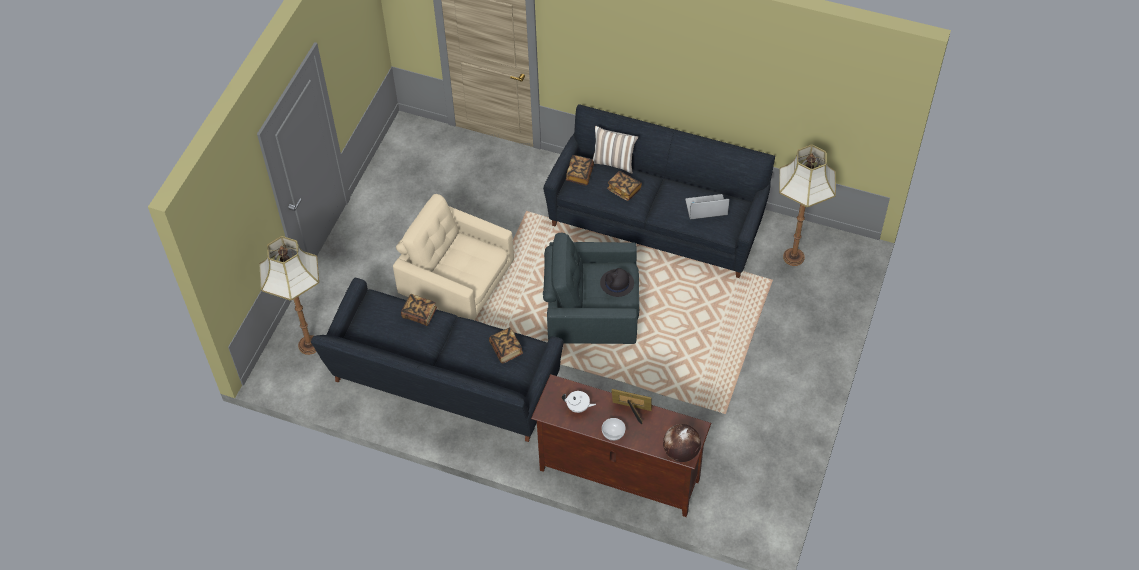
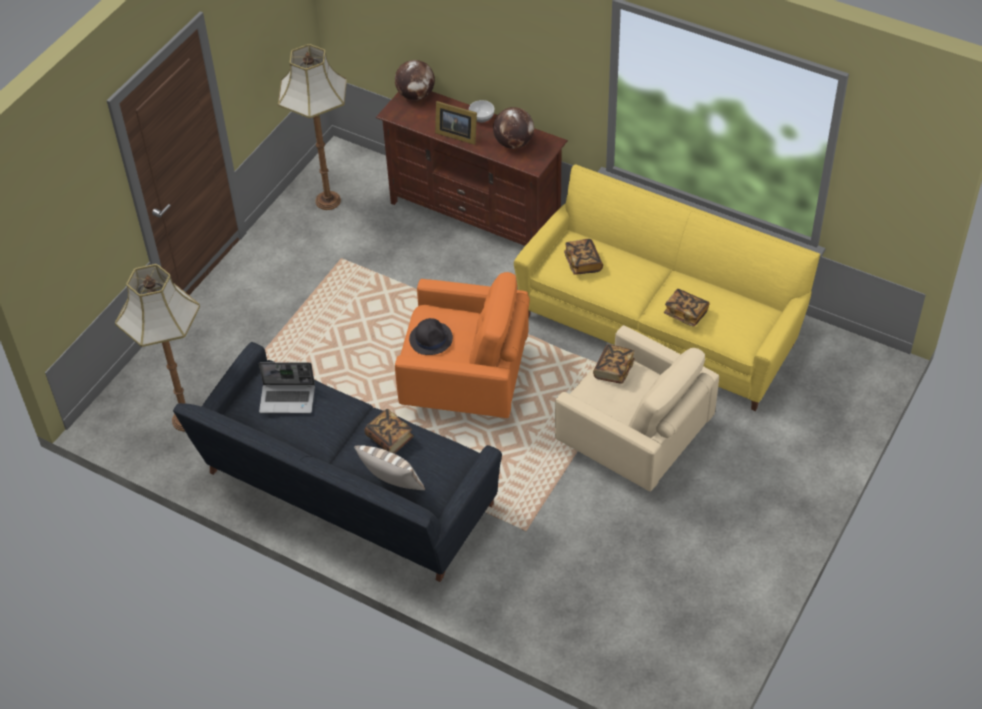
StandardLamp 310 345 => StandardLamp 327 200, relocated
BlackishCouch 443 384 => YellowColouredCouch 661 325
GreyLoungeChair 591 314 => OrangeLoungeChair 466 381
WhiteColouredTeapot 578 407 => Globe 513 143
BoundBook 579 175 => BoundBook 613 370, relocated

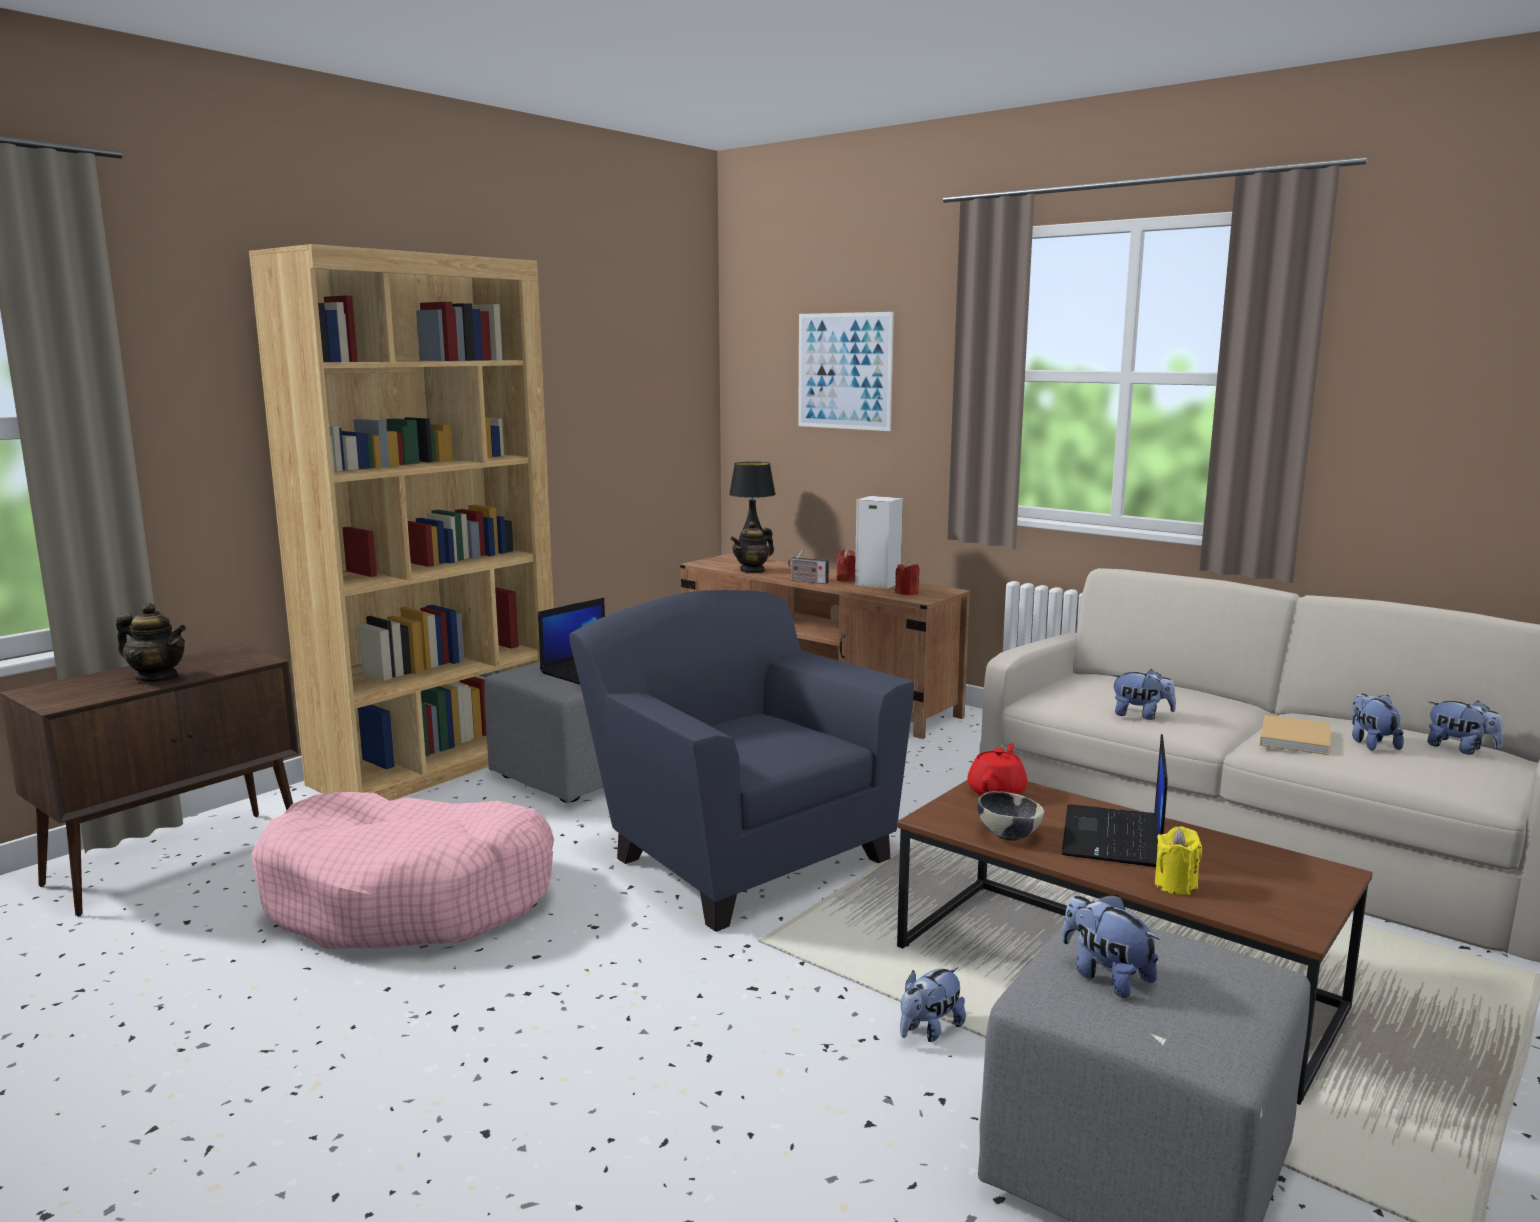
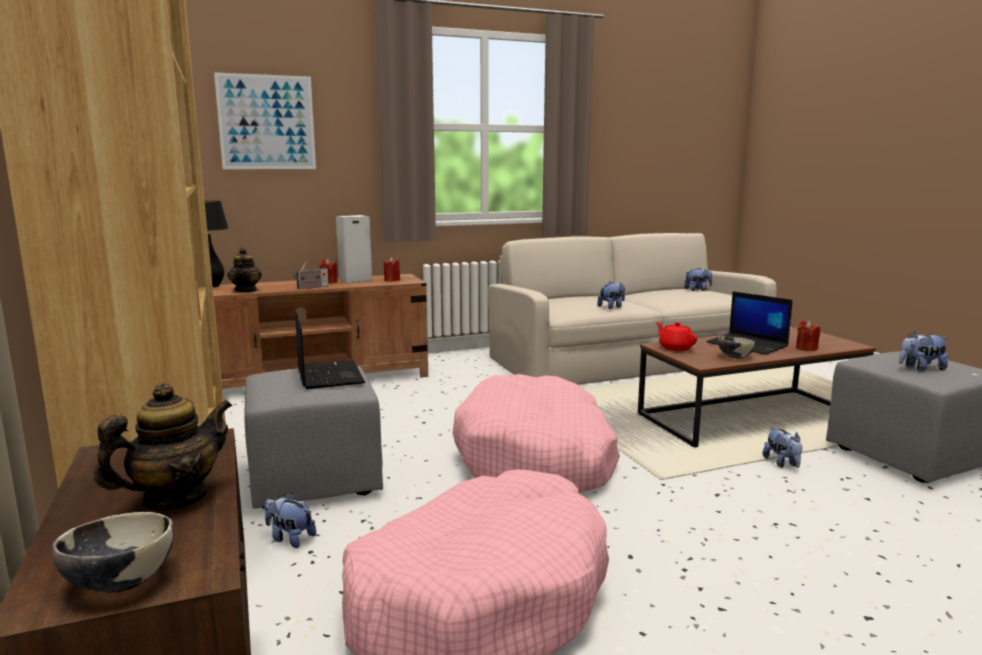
BlueColouredLoungeChair 740 855 => PinkishPetBed 536 458
YellowColouredWaxLight 1175 885 => ReddishWaxLight 806 348
SandColouredBoundBook 1295 737 => nothing
CuddlyToy 1371 744 => CuddlyToy 289 538, relocated
nothing => ServingBowl 120 583

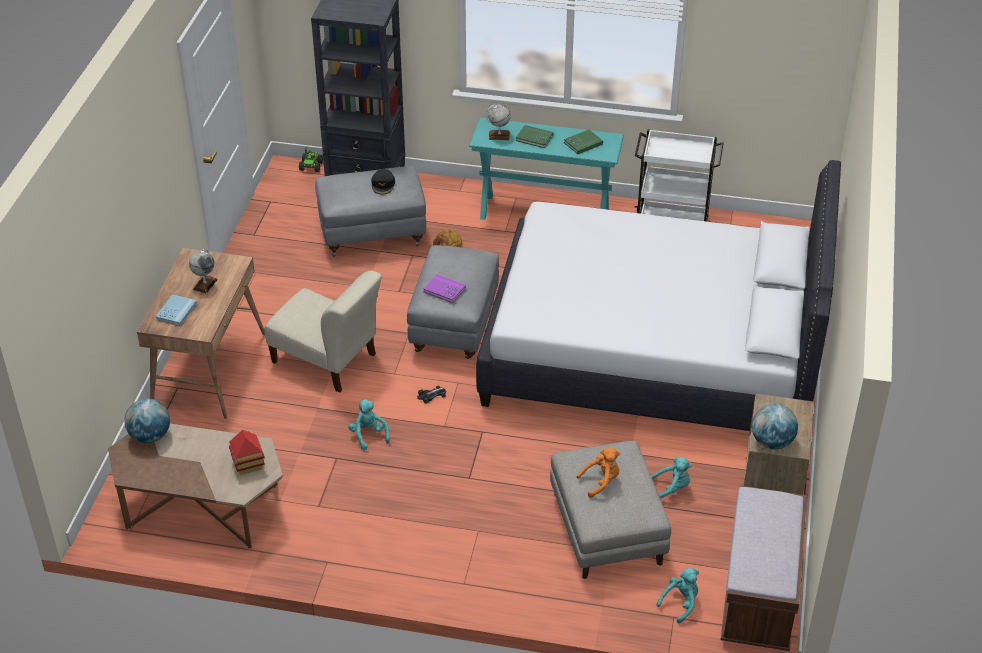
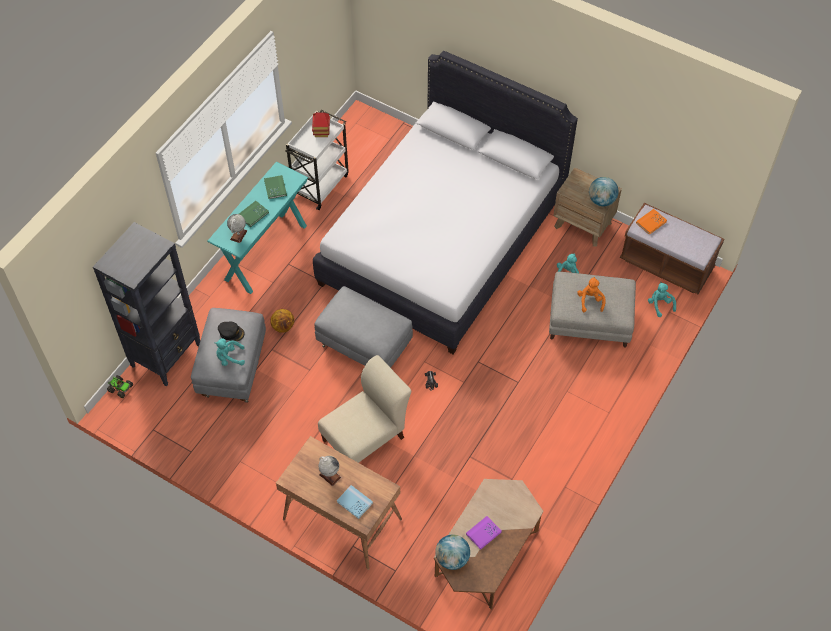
ModelHouse 248 465 => ModelHouse 321 132, relocated
BlueGreenCuddlyToy 368 435 => BlueGreenCuddlyToy 229 358, relocated
PurplishBoundBook 444 290 => PurplishBoundBook 483 533, relocated
nothing => OrangeBoundBook 651 222

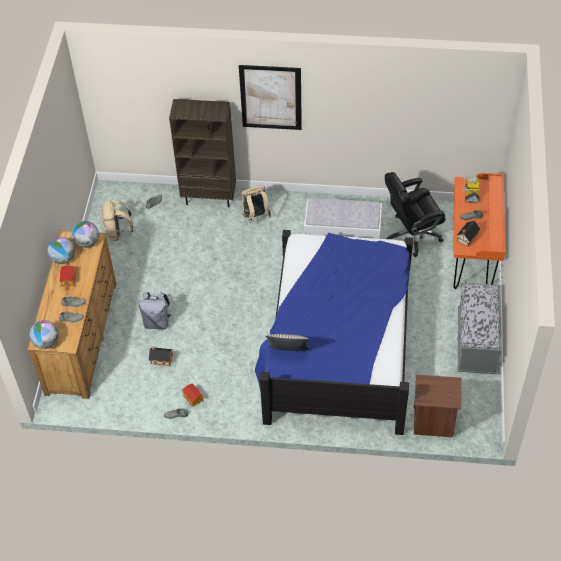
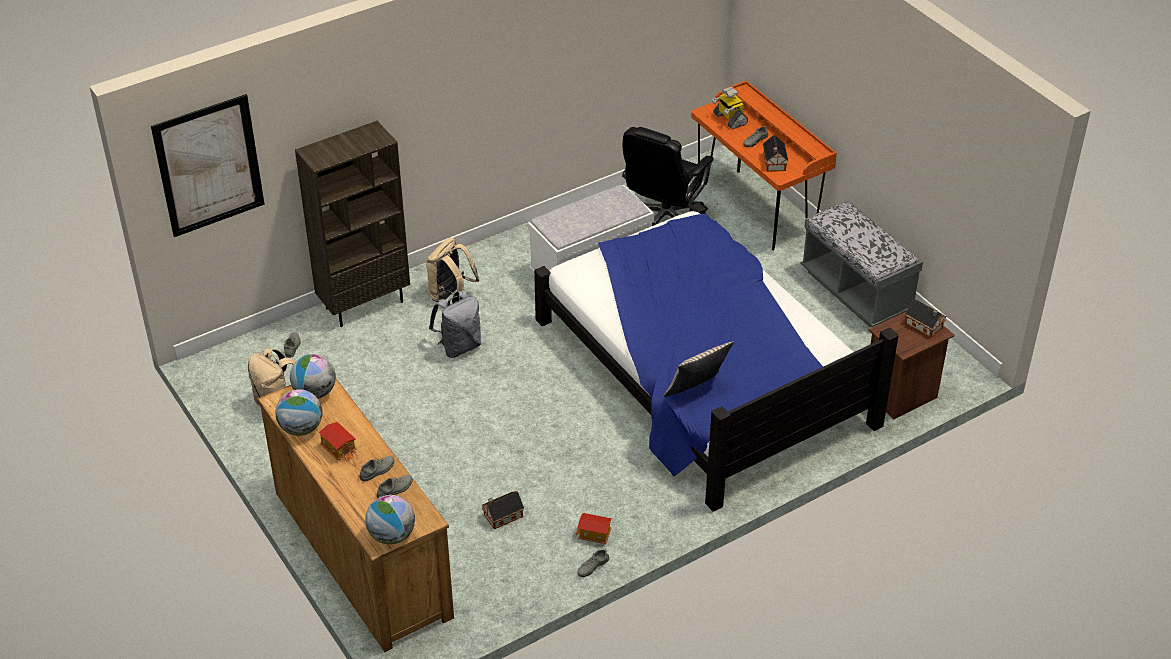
GreyRucksack 157 322 => GreyRucksack 459 346, relocated
Picture 271 97 => Picture 209 166, relocated
nothing => ModelHouse 924 326

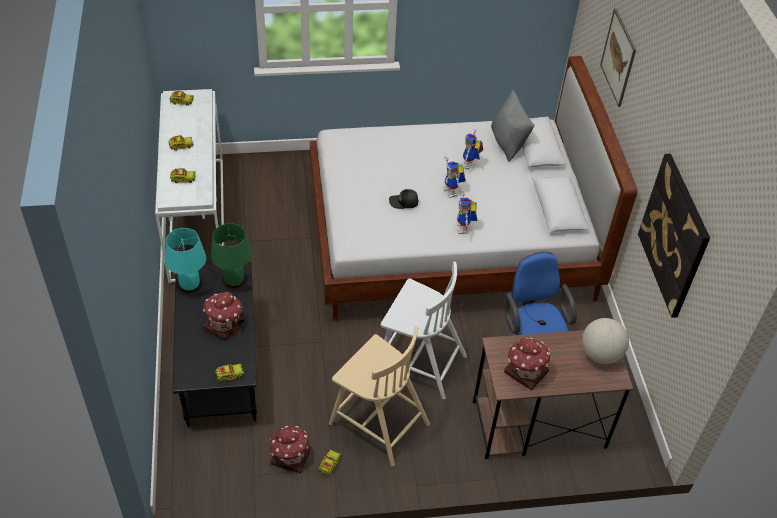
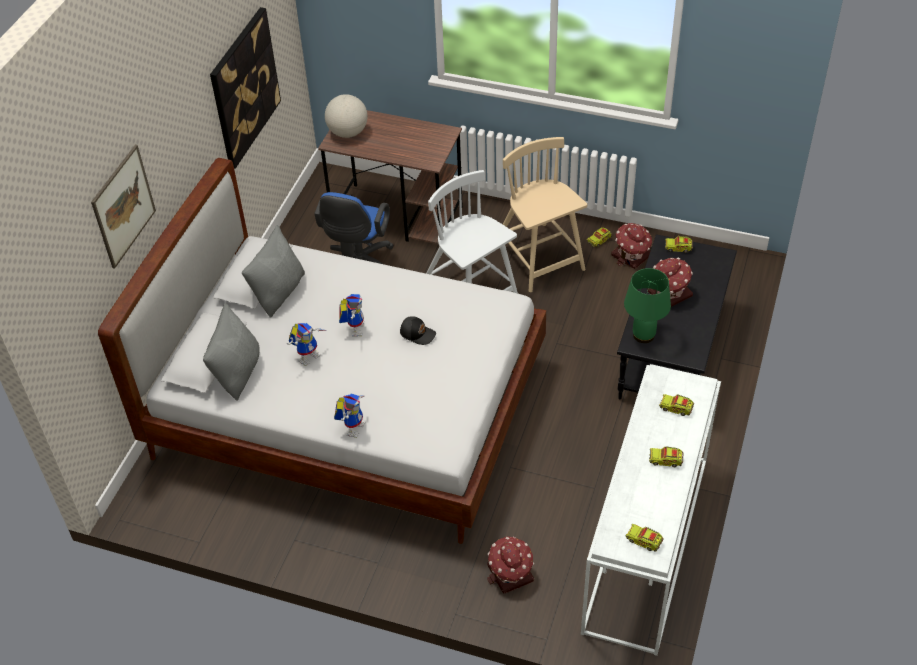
BlueGreenTabletopLamp 190 285 => nothing
RobotFigure 464 229 => RobotFigure 353 426, relocated
ModelHouse 525 371 => ModelHouse 510 574, relocated
nothing => GreyPillow 279 292

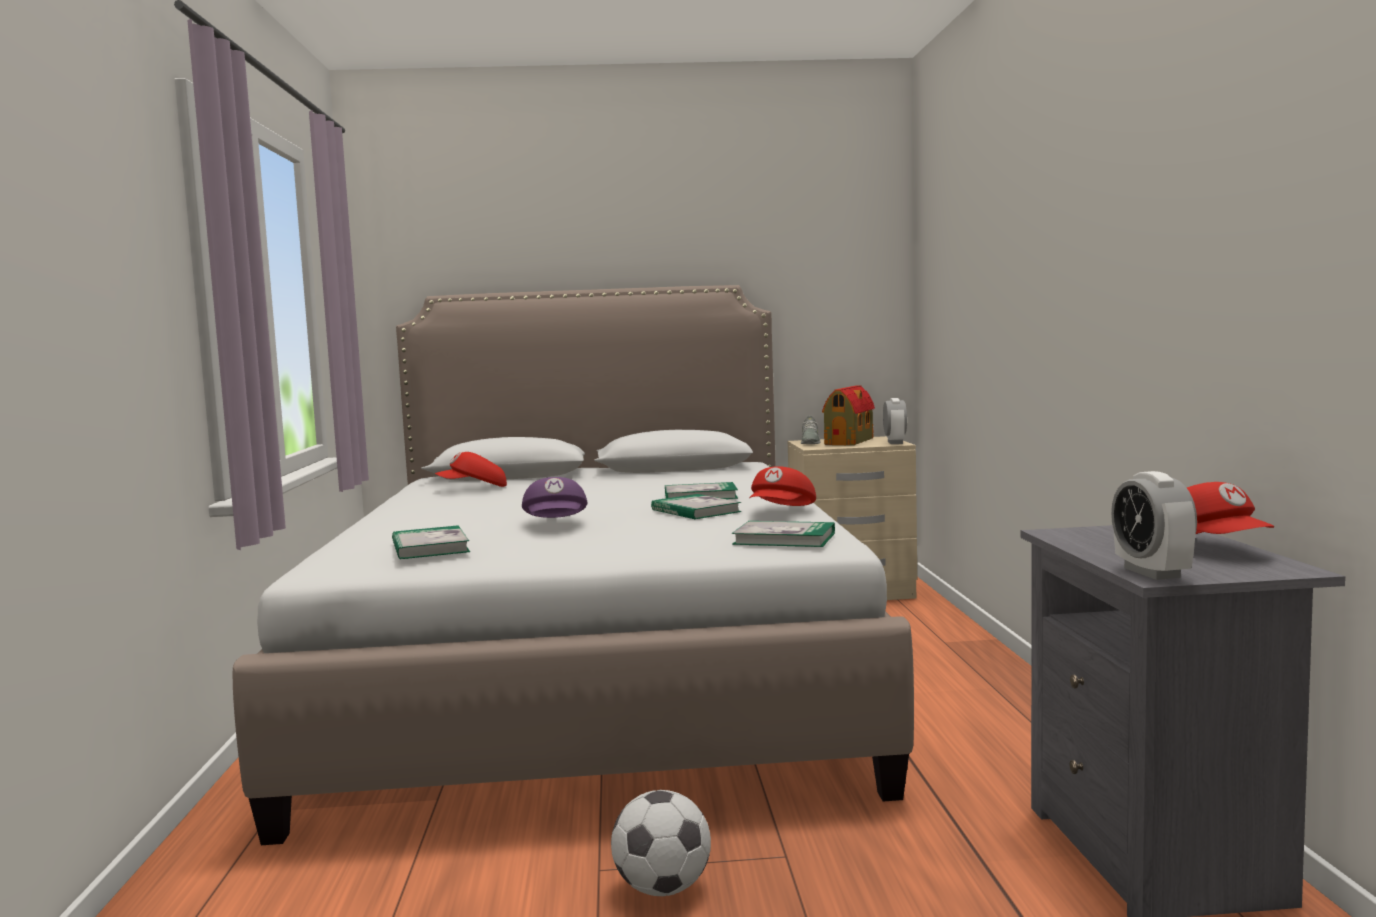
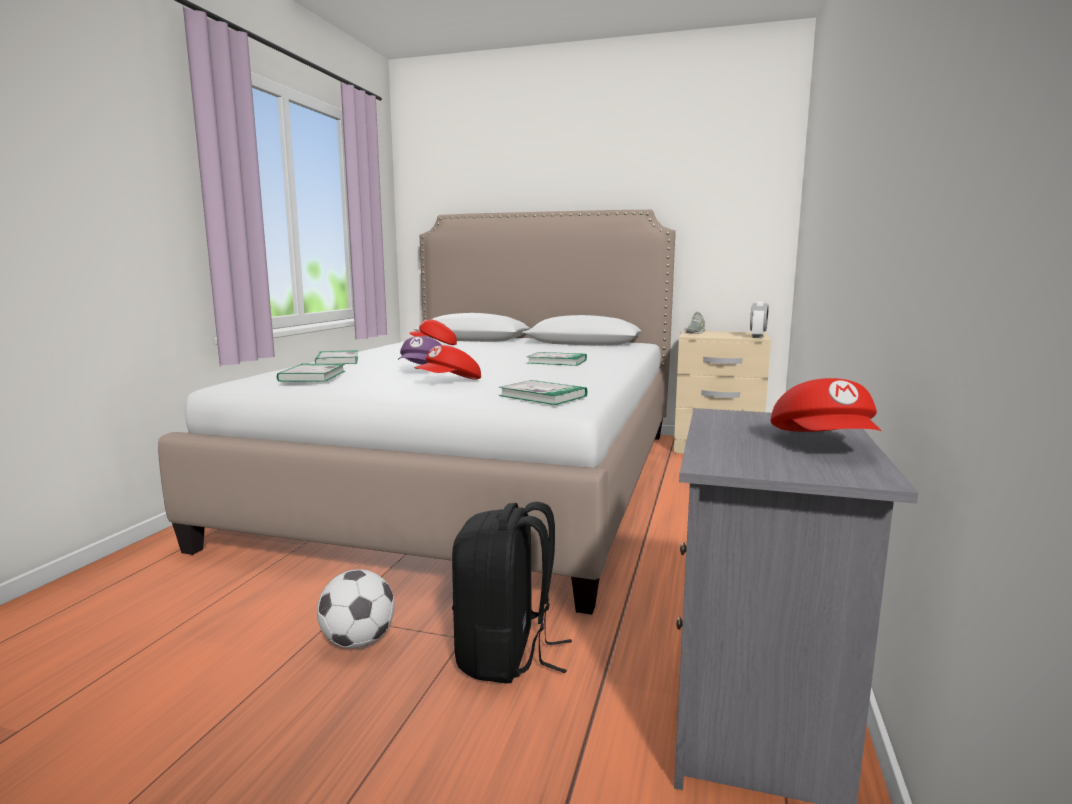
BoundBook 695 511 => BoundBook 337 360, relocated
ReddishCap 782 511 => ReddishCap 449 382, relocated
ModelHouse 850 441 => nothing
BedsideClock 1152 572 => nothing
nothing => BlackishRucksack 506 655

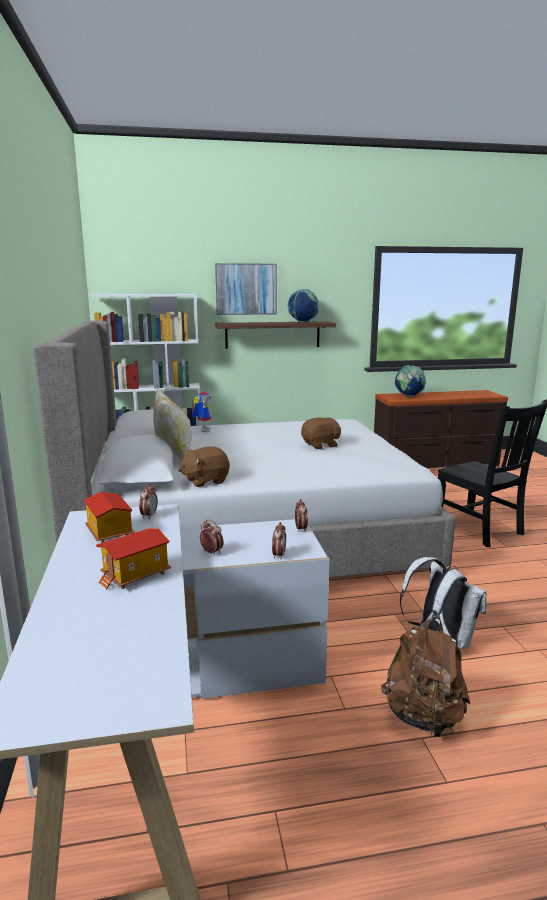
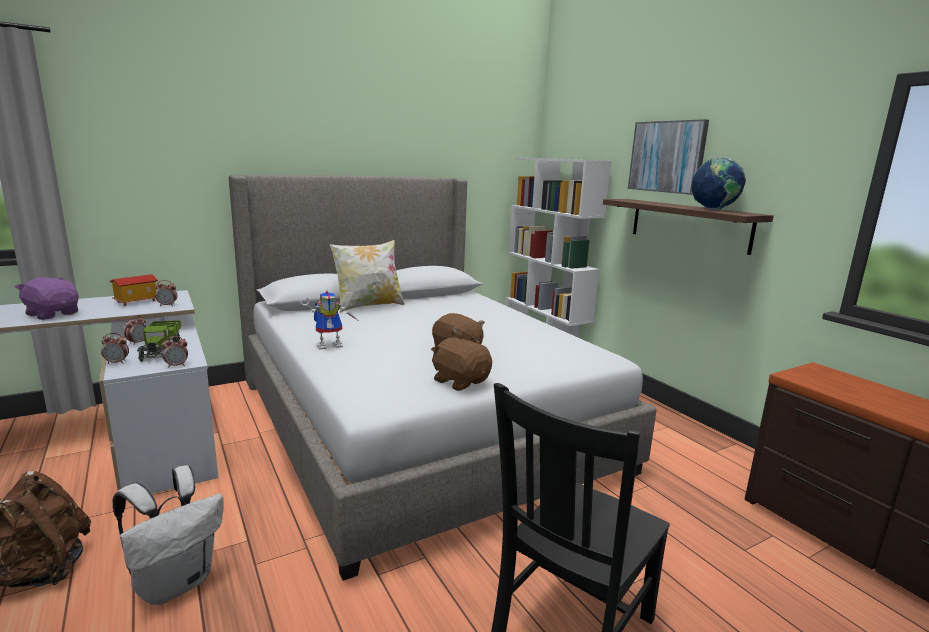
ModelHouse 136 576 => PurplishCuddlyToy 53 314
BrownColouredCuddlyToy 205 481 => BrownColouredCuddlyToy 460 381, relocated
RobotFigure 203 430 => RobotFigure 331 345, relocated
Globe 409 396 => nothing
nothing => ModelTruck 161 350

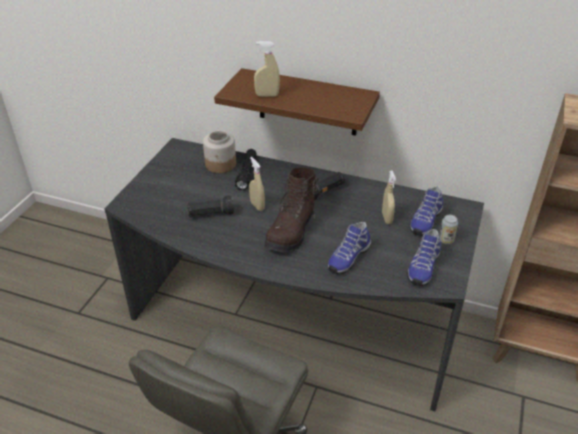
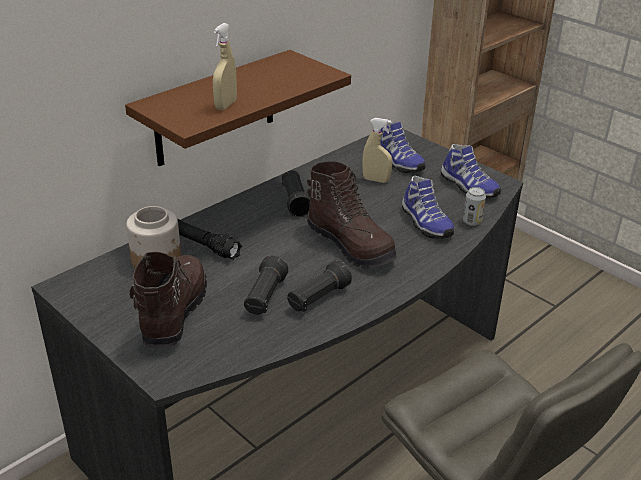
SandColouredSprayer 257 206 => nothing
Can 446 240 => Can 472 221, relocated
nothing => BrownColouredBoot 172 313
nothing => BlackishHandTorch 318 298

